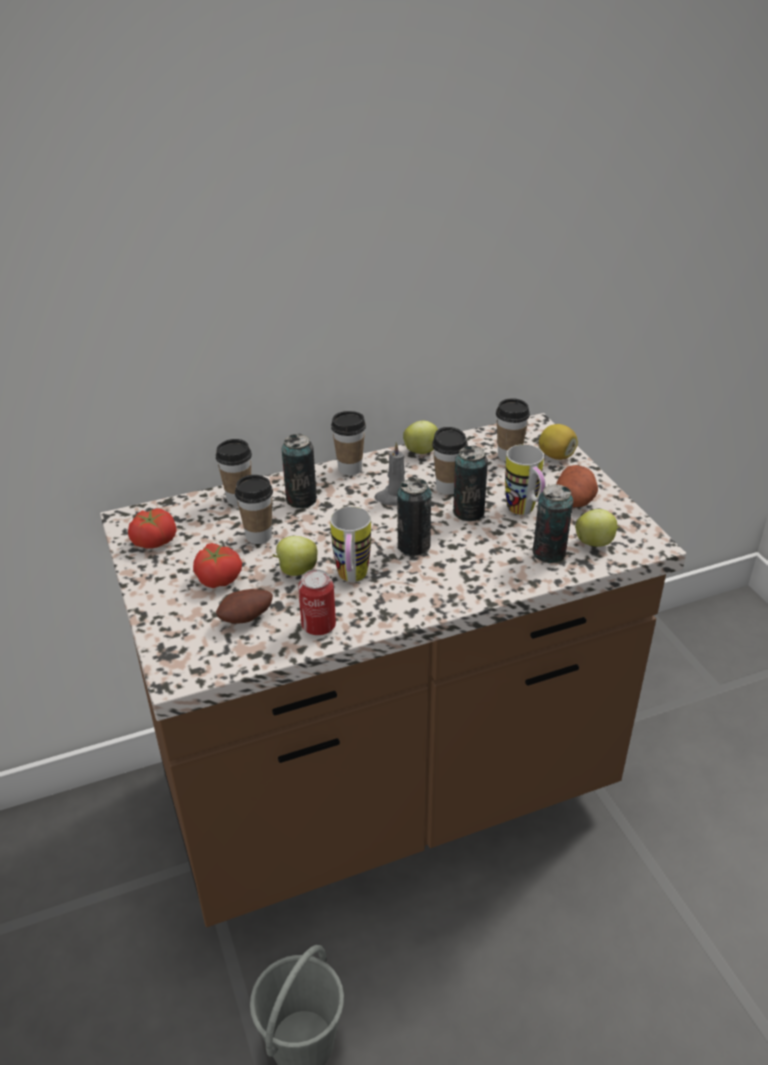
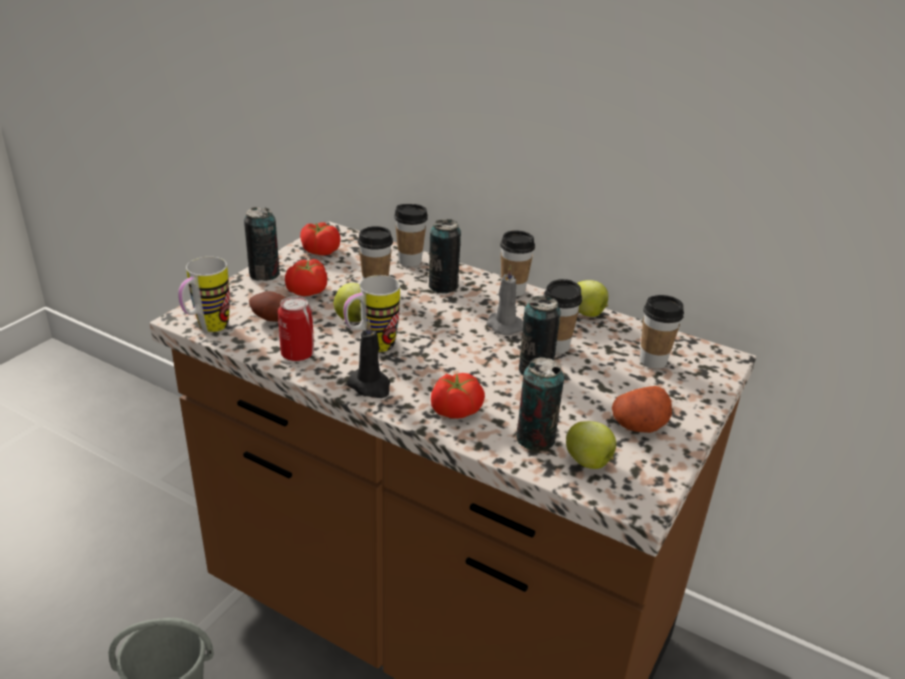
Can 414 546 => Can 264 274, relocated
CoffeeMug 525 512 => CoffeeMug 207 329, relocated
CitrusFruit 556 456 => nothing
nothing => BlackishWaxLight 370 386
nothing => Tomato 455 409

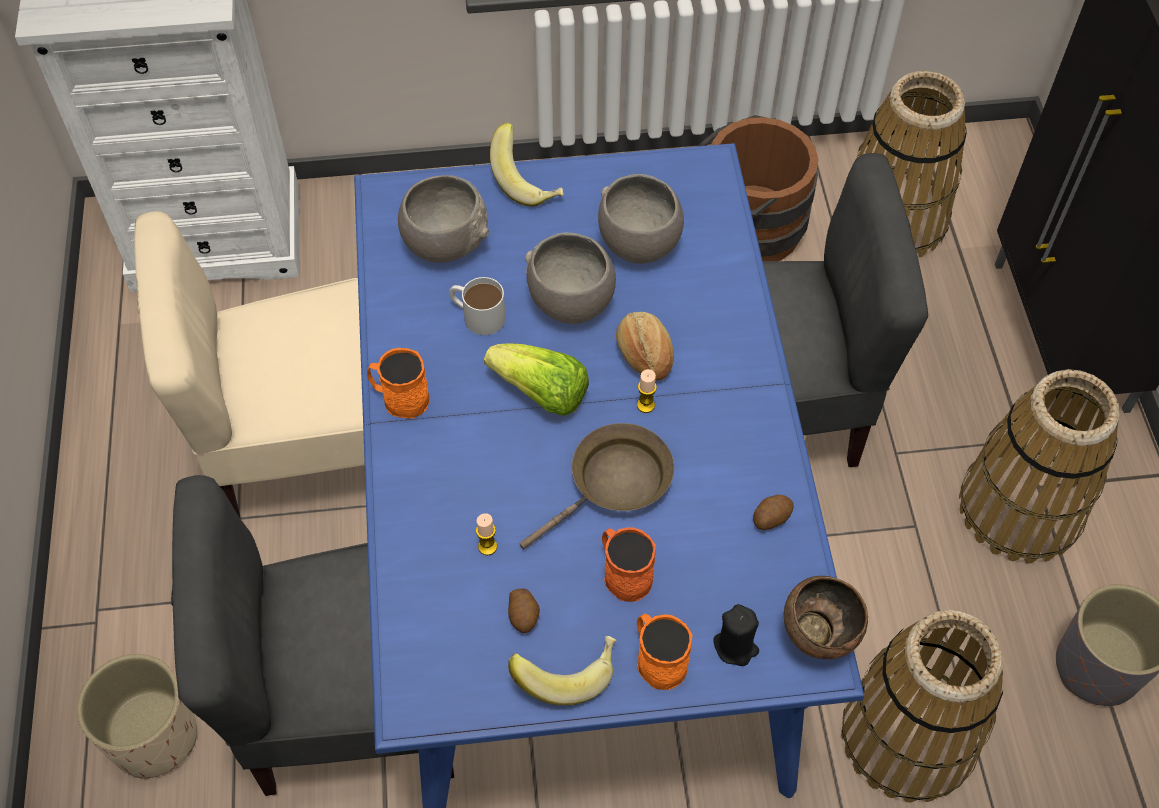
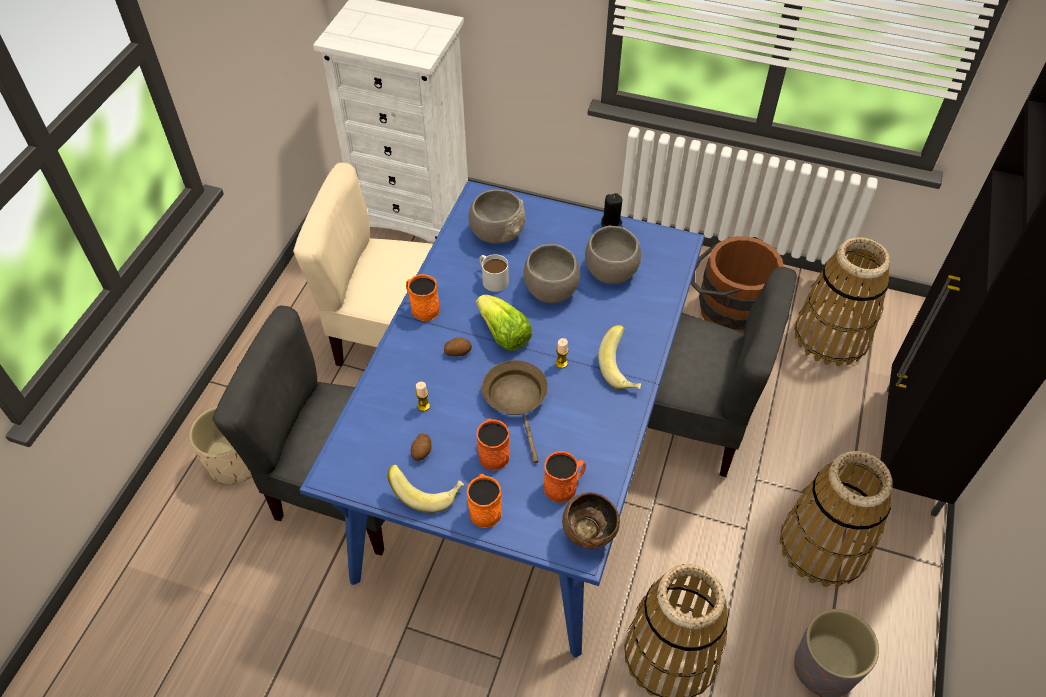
BananaFruit 528 182 => BananaFruit 622 370, relocated
BrownColouredPan 614 483 => BrownColouredPan 517 400, 90 degrees counterclockwise
Bread 643 354 => nothing
BlackishWaxLight 735 646 => BlackishWaxLight 611 224, relocated
WholePotato 771 517 => WholePotato 458 351, relocated
nothing => OrangeCoffeeMug 564 486

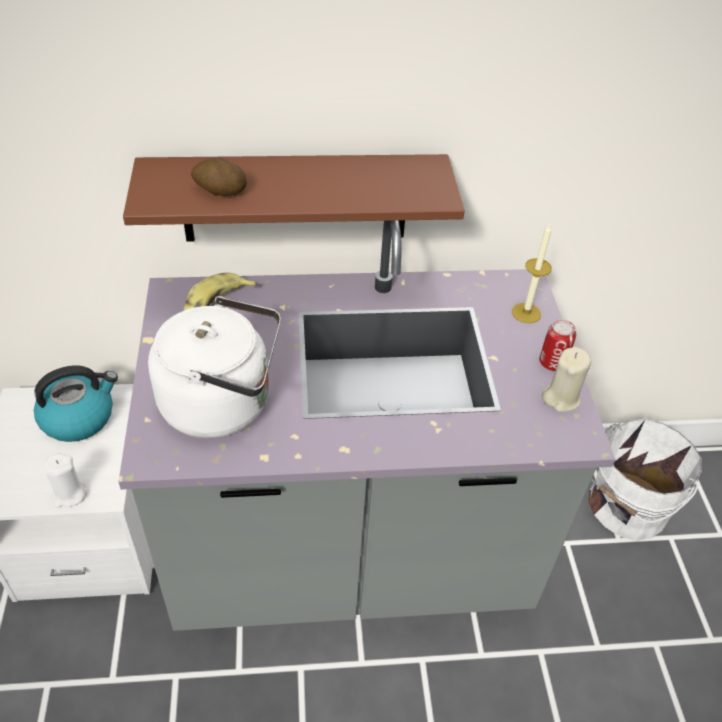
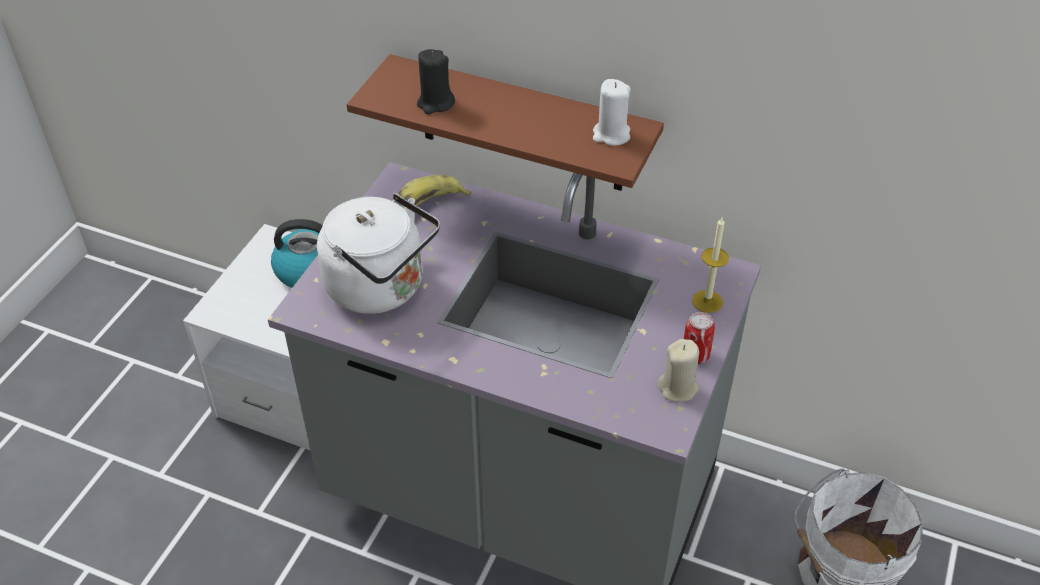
WhiteColouredWaxLight 69 494 => WhiteColouredWaxLight 611 135, relocated
WholePotato 220 191 => BlackishWaxLight 435 103

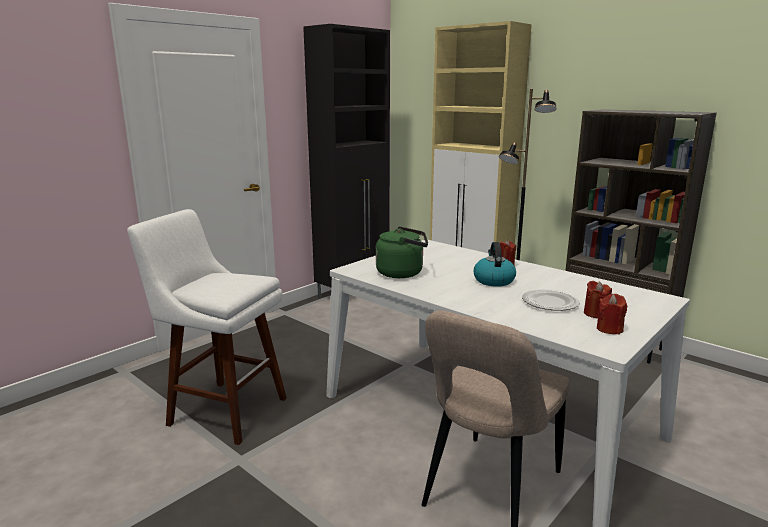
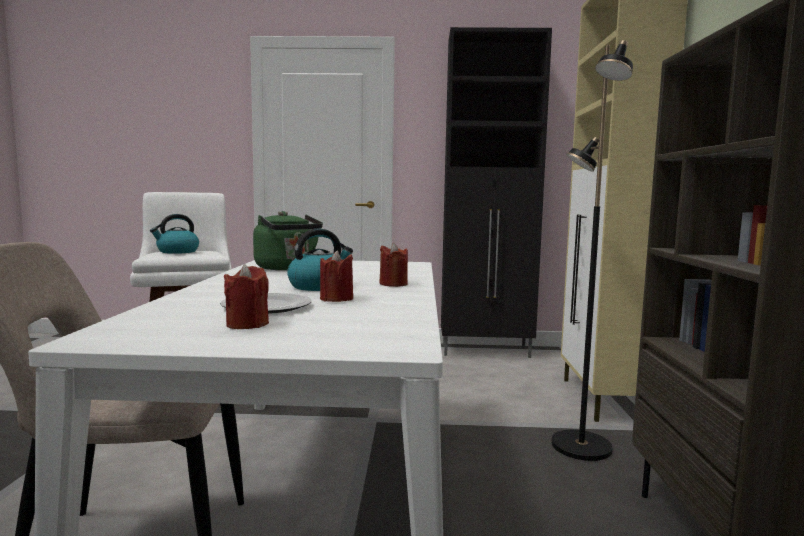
ReddishWaxLight 609 329 => ReddishWaxLight 336 299, relocated
nothing => Kettle 177 251

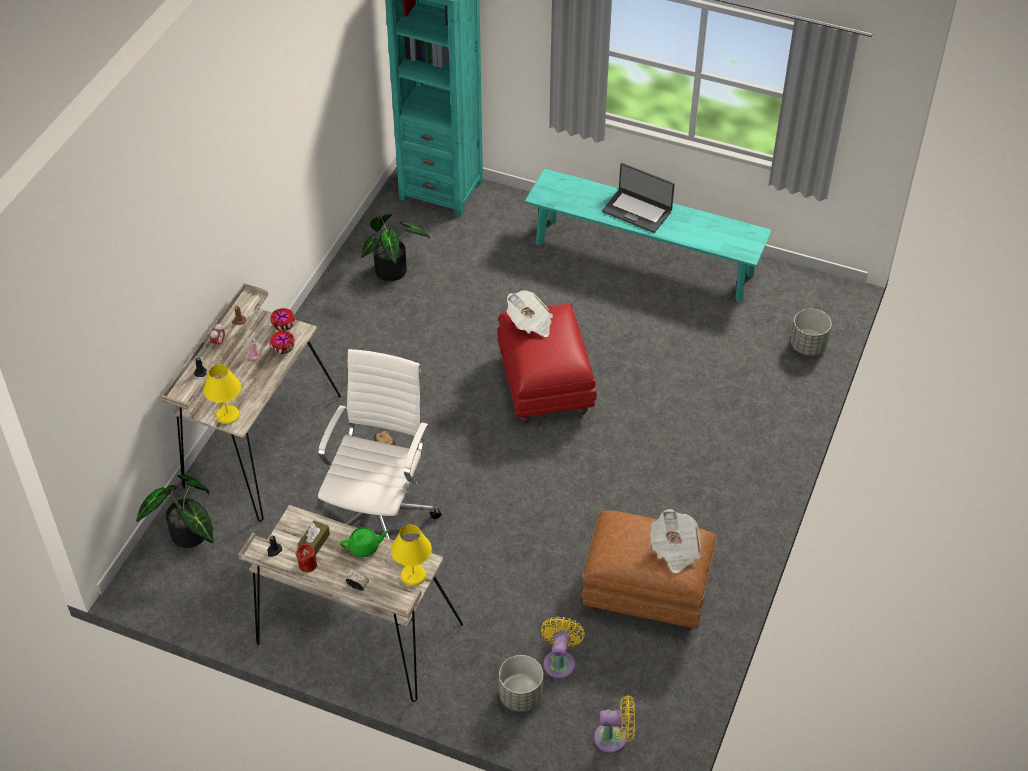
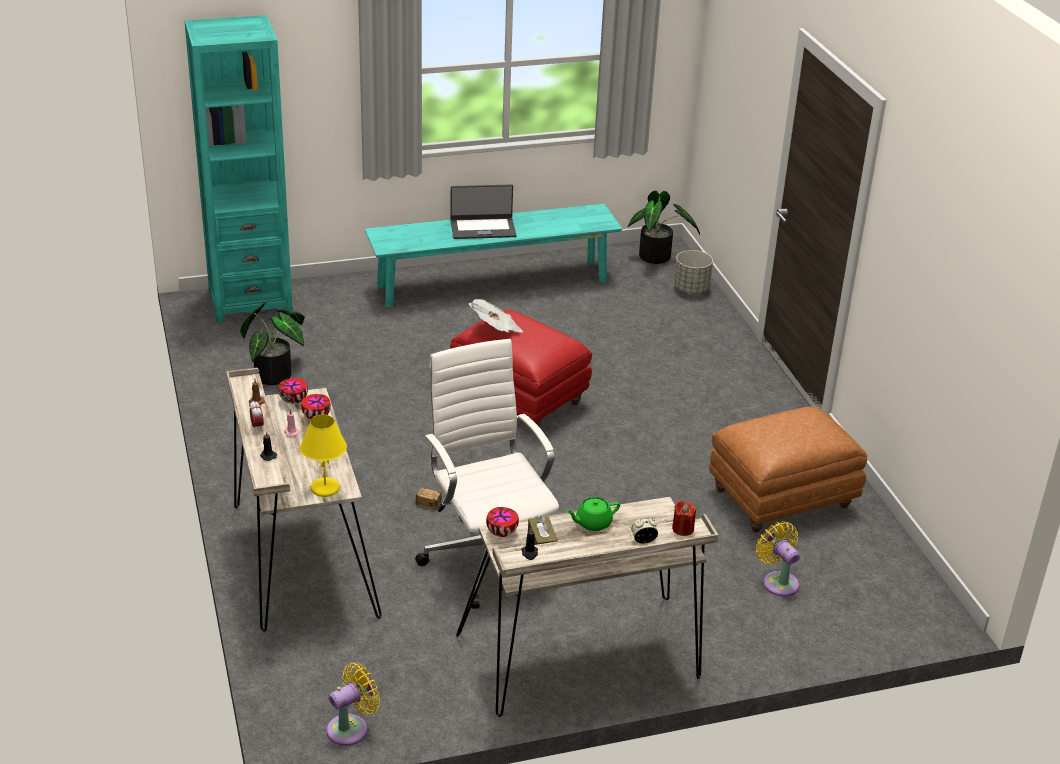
PlantInAPot 189 538 => PlantInAPot 658 258, relocated
ReddishWaxLight 307 565 => ReddishWaxLight 682 529, relocated
GreenTeapot 364 547 => GreenTeapot 592 523, 150 degrees counterclockwise
YellowColouredTabletopLamp 413 576 => nothing
GreyPlantPot 521 696 => nothing
YellowColouredCoolingFan 614 738 => YellowColouredCoolingFan 351 728, relocated
DailyPaper 674 550 => nothing
nothing => ServingBowl 502 533

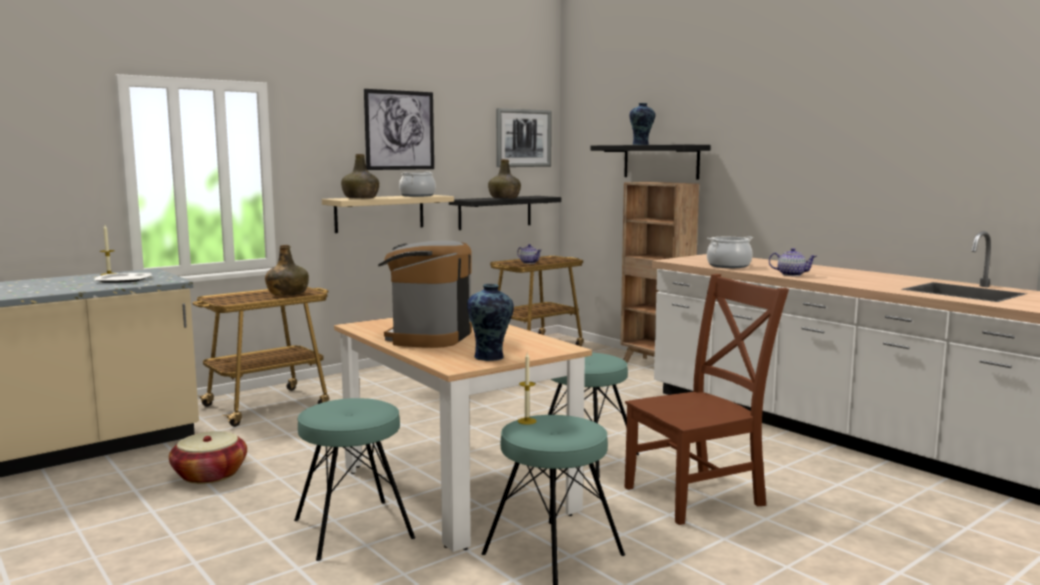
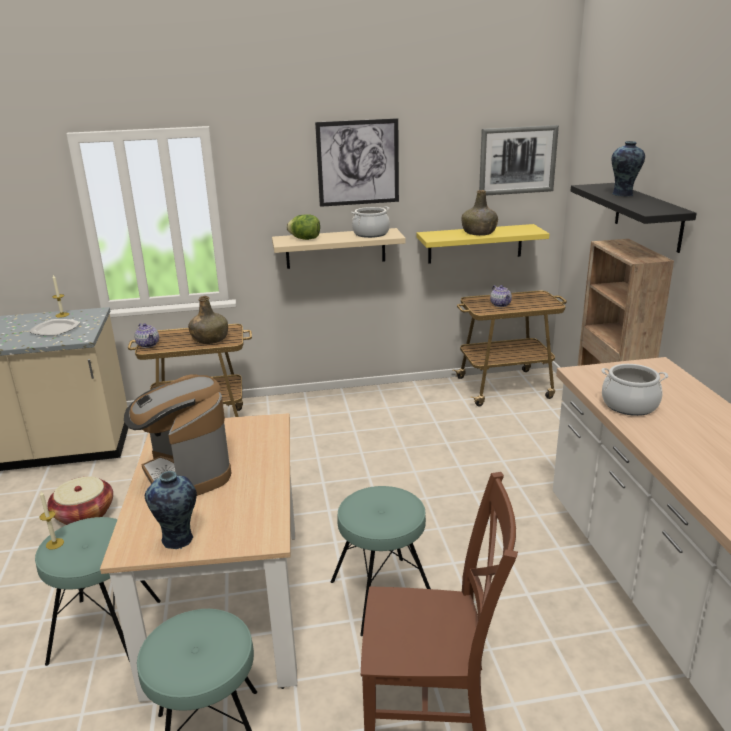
GreenBottle 361 198 => Lettuce 305 239
CoffeeBrewer 428 337 => CoffeeBrewer 186 473, 75 degrees counterclockwise
BlackishBracketShelf 495 212 => YellowColouredBracketShelf 475 244
WaxLight 527 421 => WaxLight 55 543, relocated
Teapot 791 274 => Teapot 148 344, relocated

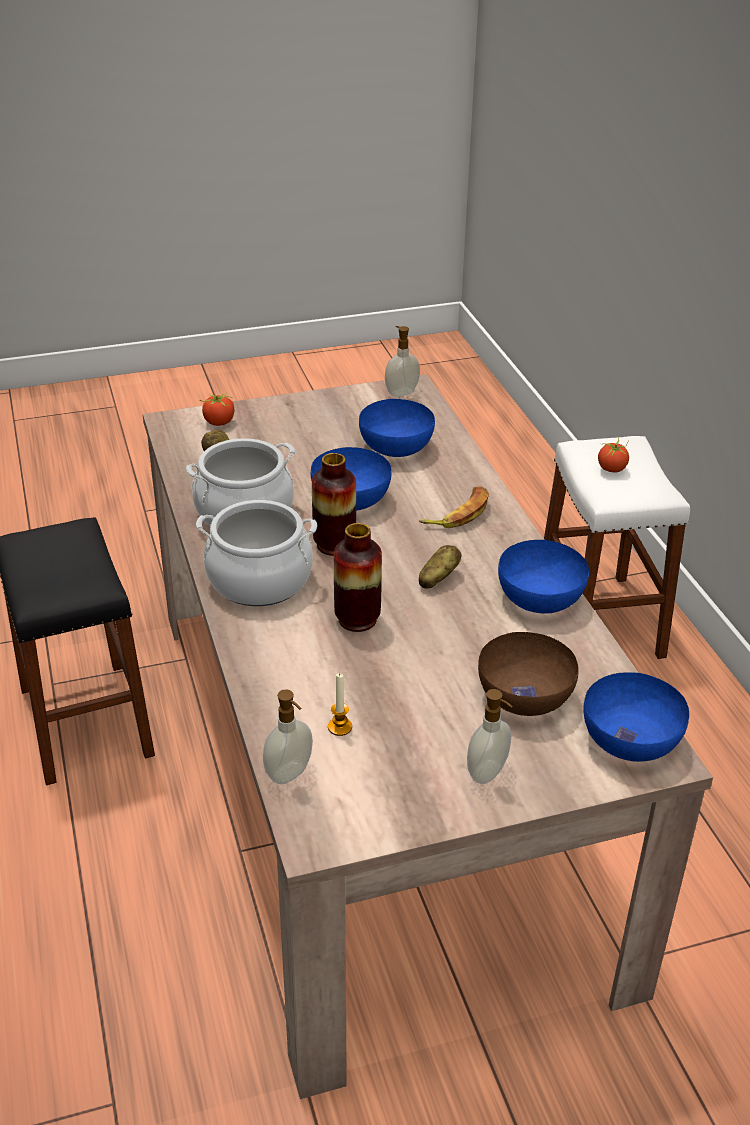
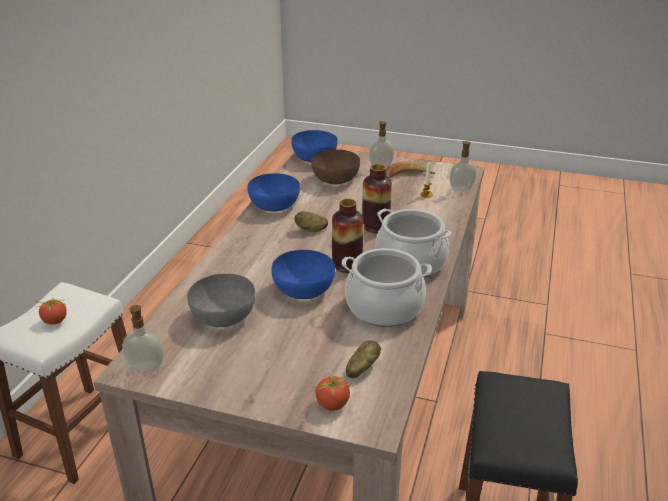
BlueColouredServingBowl 395 447 => GreyServingBowl 224 317
BananaFruit 458 513 => BananaFruit 407 175, relocated

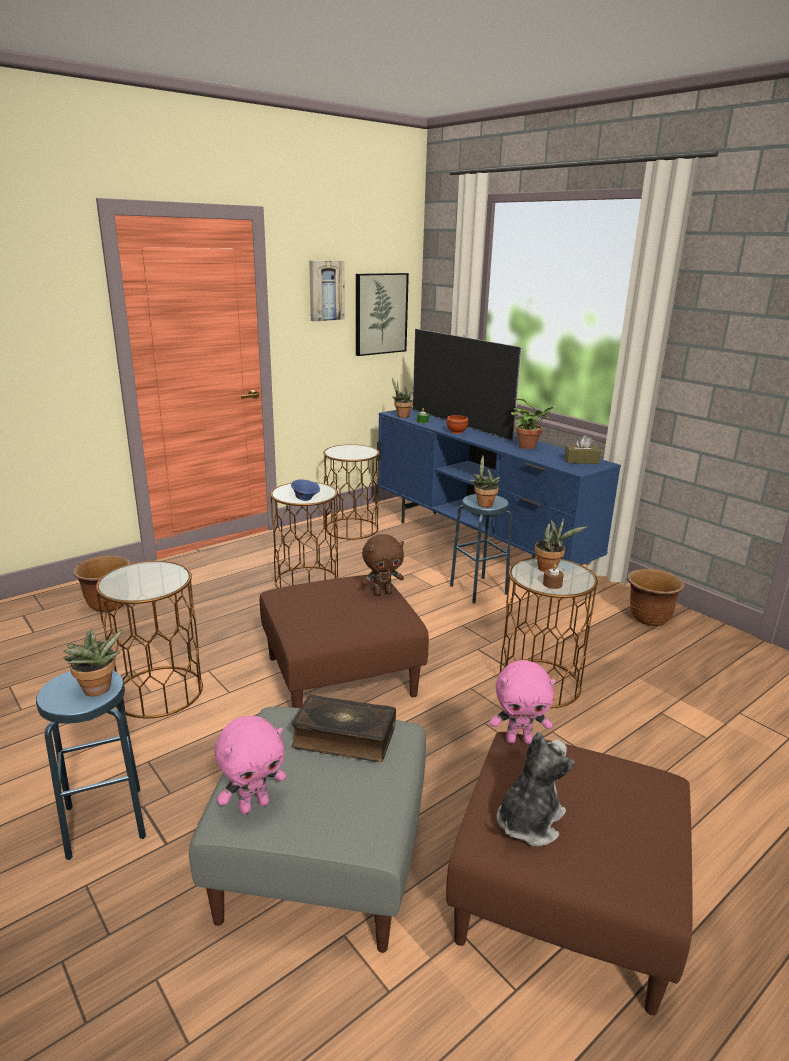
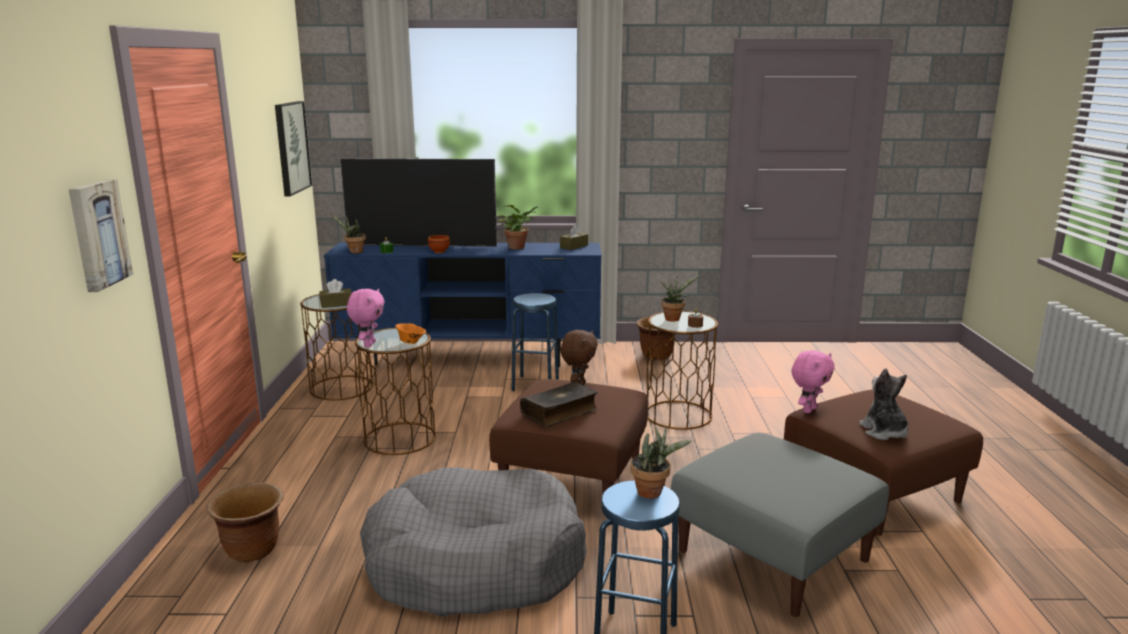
BrownColouredAccentTable 159 691 => GreyPetBed 475 563
PinkishCuddlyToy 254 805 => PinkishCuddlyToy 368 344, relocated
BlueColouredServingBowl 305 499 => OrangeServingBowl 411 342
BoundBook 344 737 => BoundBook 560 412, relocated
Picture 325 290 => Picture 97 234, relocated
PlantInAPot 483 504 => nothing
nothing => BrownColouredTissueHolder 336 304

